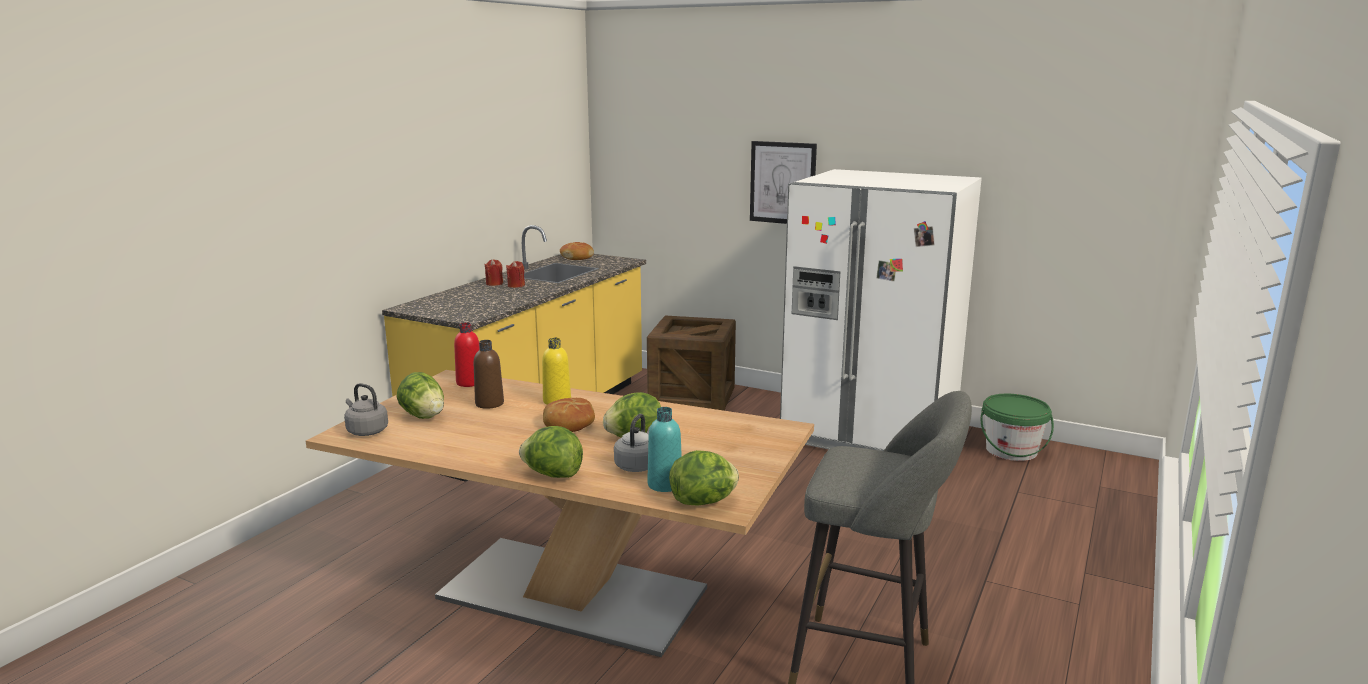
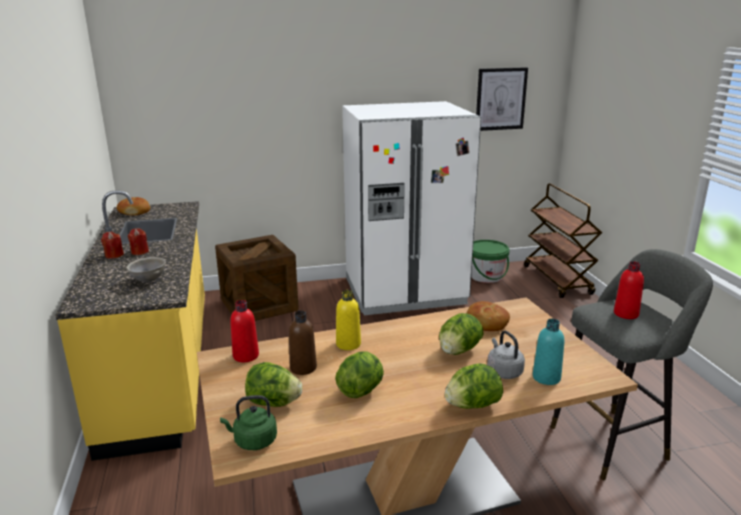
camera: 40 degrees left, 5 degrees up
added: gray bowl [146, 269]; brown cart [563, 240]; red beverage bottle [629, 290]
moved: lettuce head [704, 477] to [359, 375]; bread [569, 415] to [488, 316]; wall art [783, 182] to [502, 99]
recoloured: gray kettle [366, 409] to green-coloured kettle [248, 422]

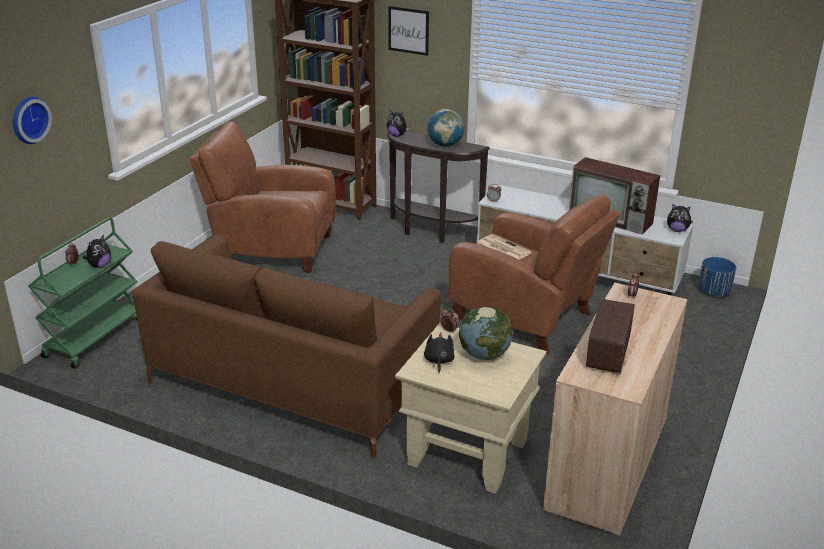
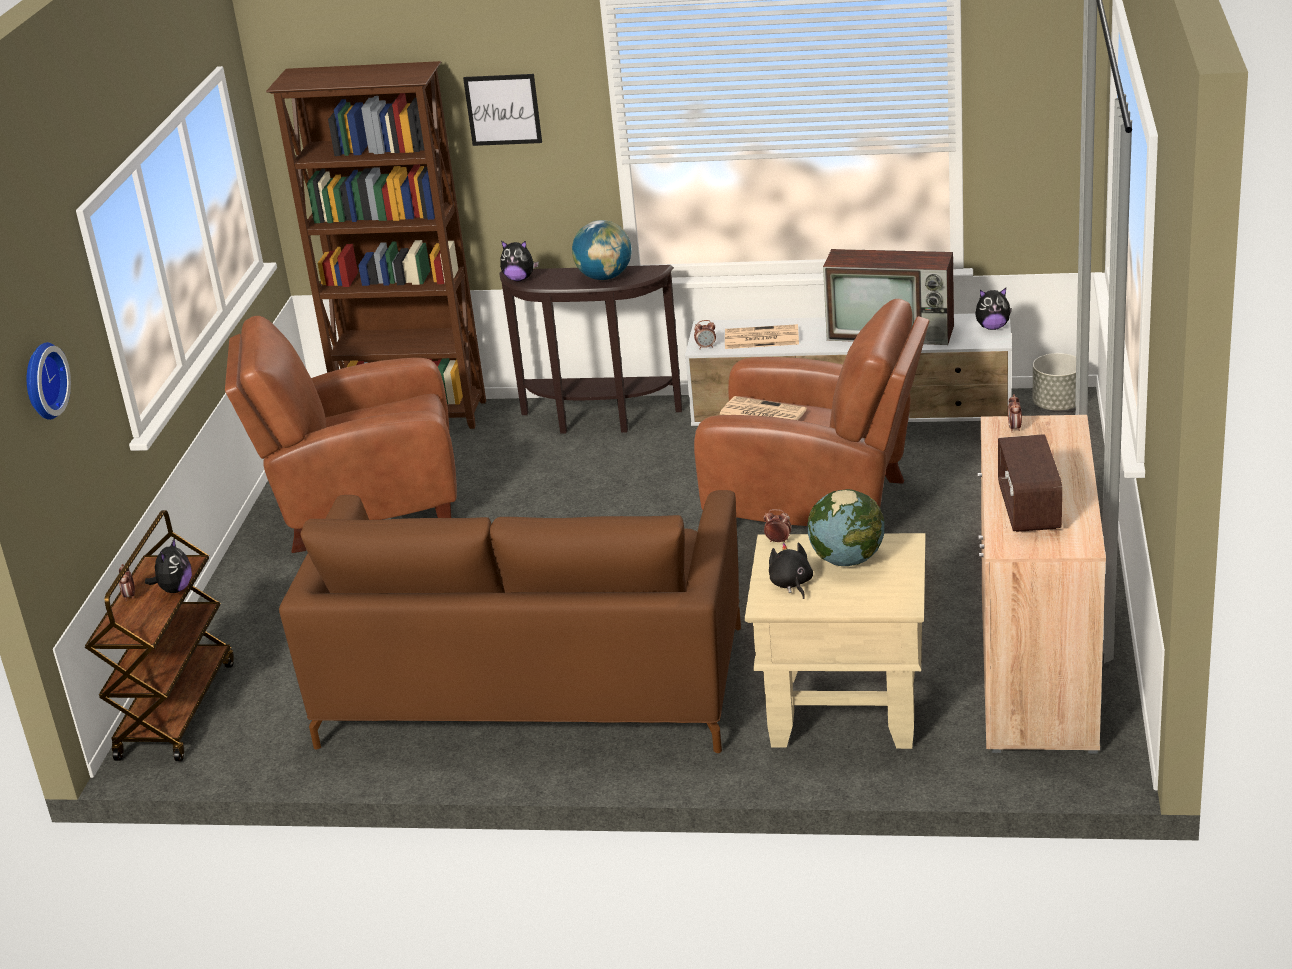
camera: 15 degrees left, 0 degrees up
added: newspaper [762, 336]
recoloured: green-coloured cart [83, 293] to brown cart [159, 635]; blue-coloured plant pot [717, 276] to gray plant pot [1054, 382]

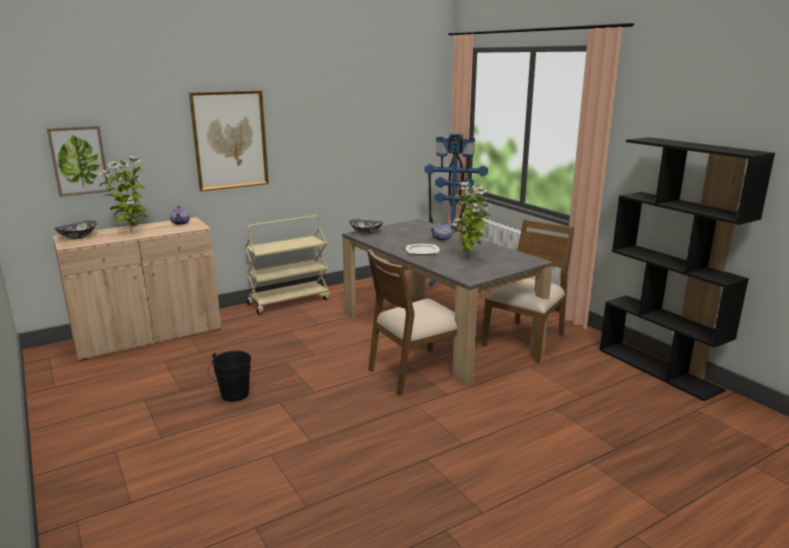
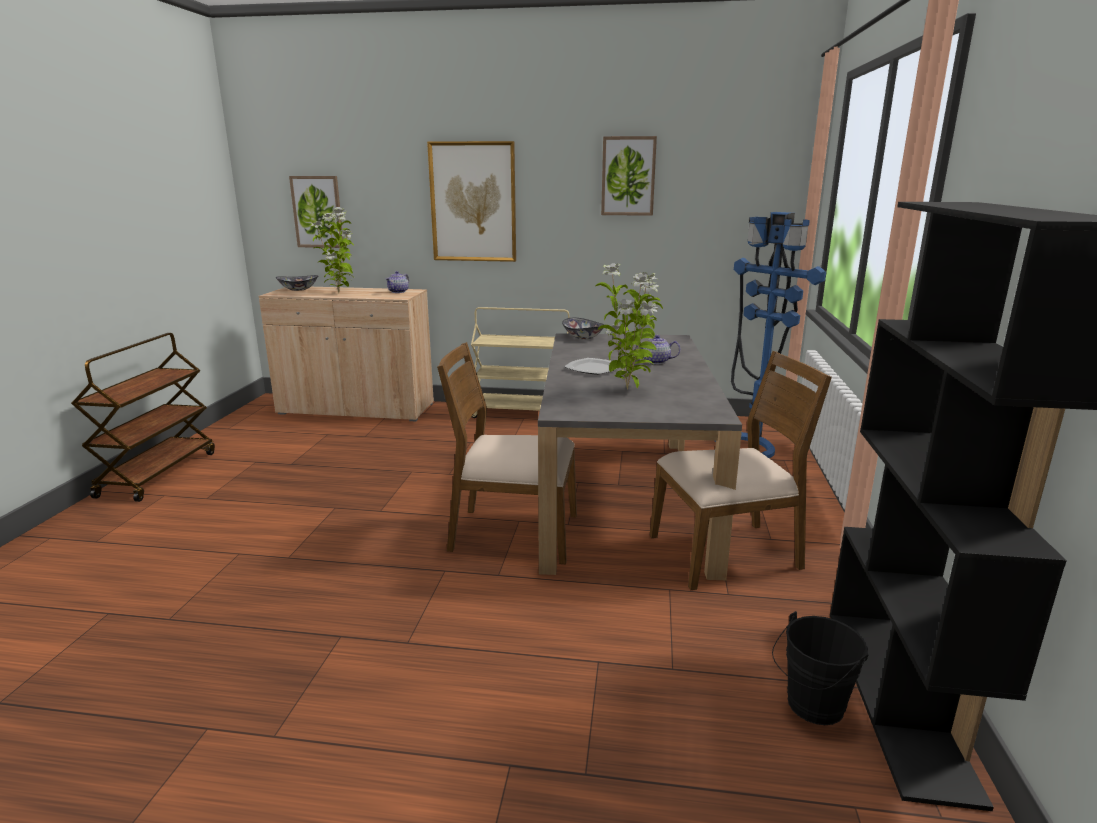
camera: 40 degrees right, 0 degrees up
added: brown cart [143, 417]; wall art [629, 176]
moved: black bucket [229, 376] to [820, 668]

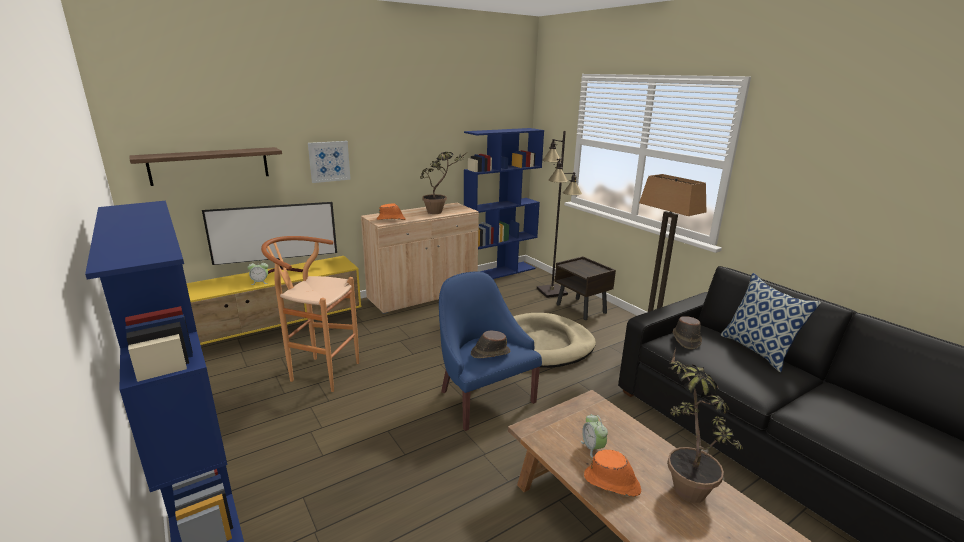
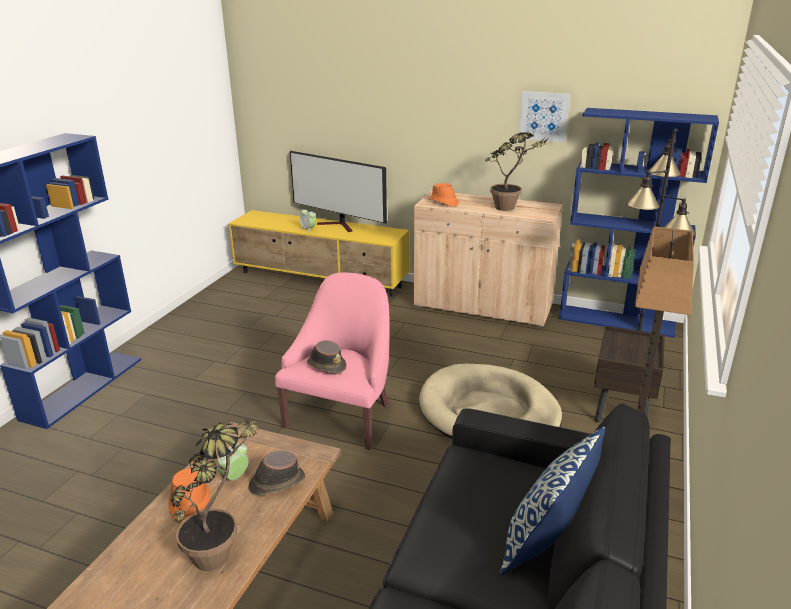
camera: 55 degrees right, 5 degrees up
removed: wall shelf [206, 166]; brown stool seat [310, 314]
moved: brown hat [687, 332] to [277, 473]; wall art [329, 162] to [544, 116]
recoloured: blue-coloured armchair [490, 351] to pink armchair [332, 361]

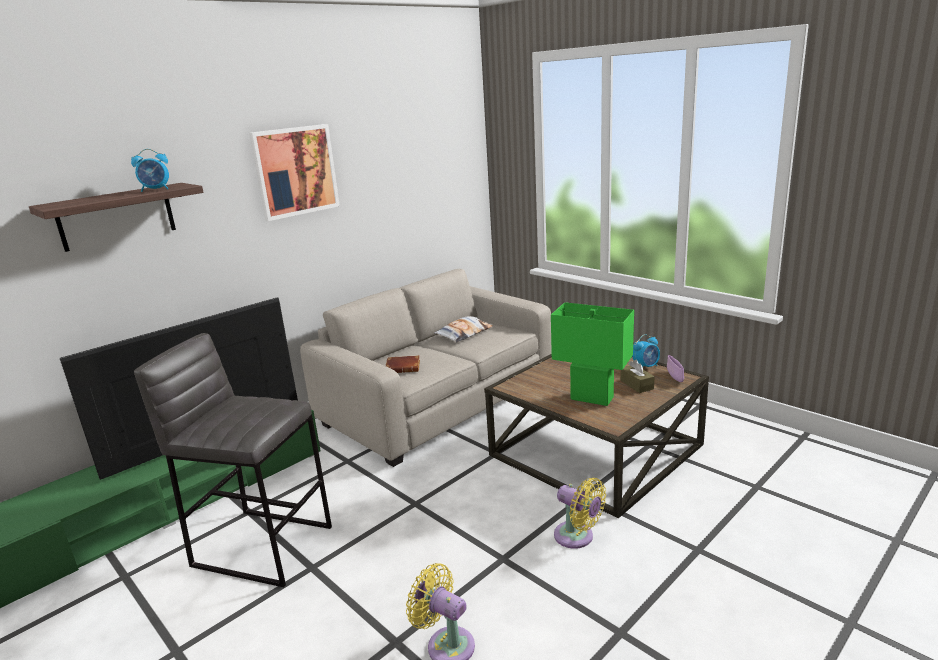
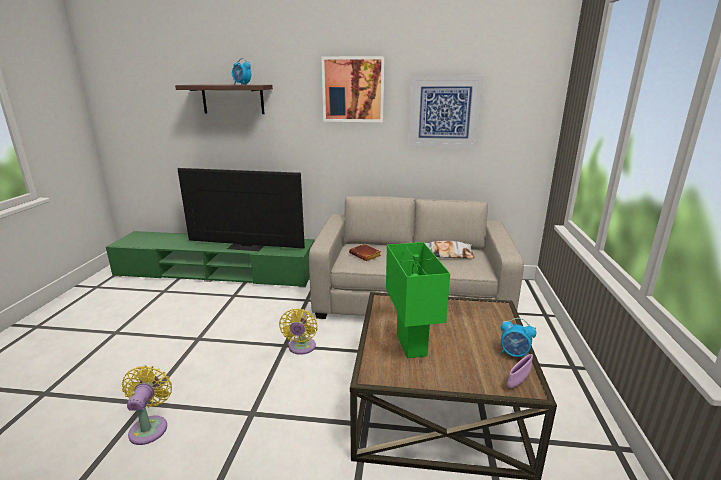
camera: 50 degrees right, 0 degrees up
removed: gray stool seat [233, 460]; brown tissue box [637, 376]
added: wall art [446, 112]
moved: yellow-coloured electric fan [580, 513] to [298, 331]

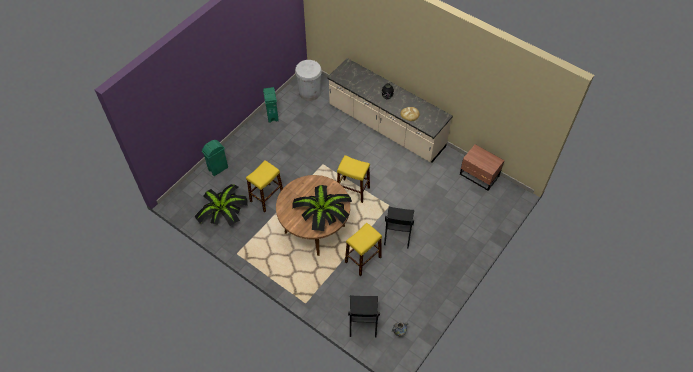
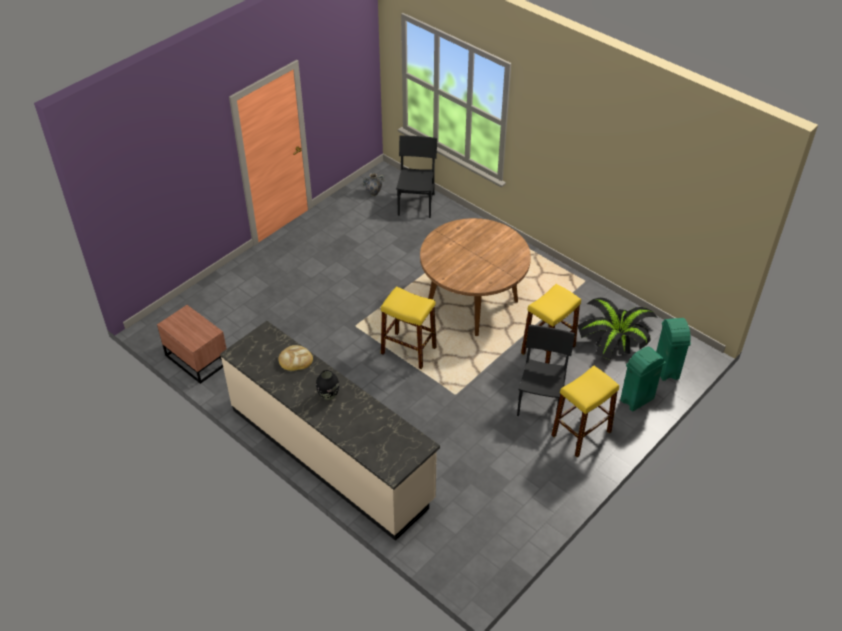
camera: 175 degrees left, 10 degrees down
removed: plant in a pot [322, 208]; white-coloured waste bin [308, 80]
moved: black plain chair [399, 228] to [546, 370]; yellow-coloured stool seat [363, 249] to [585, 412]; green-coloured waste bin [271, 105] to [673, 349]

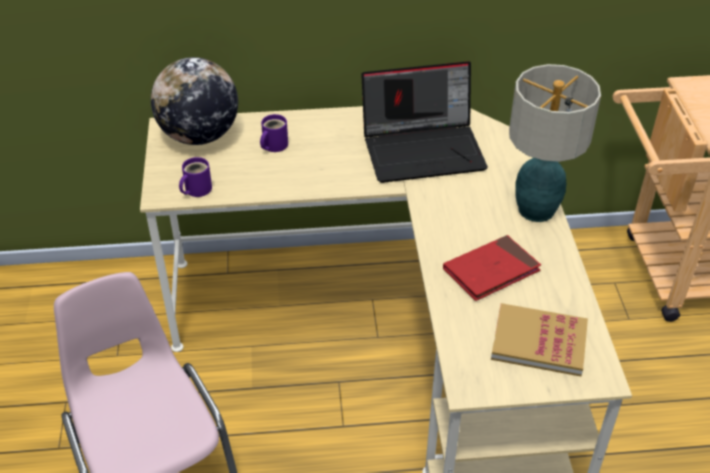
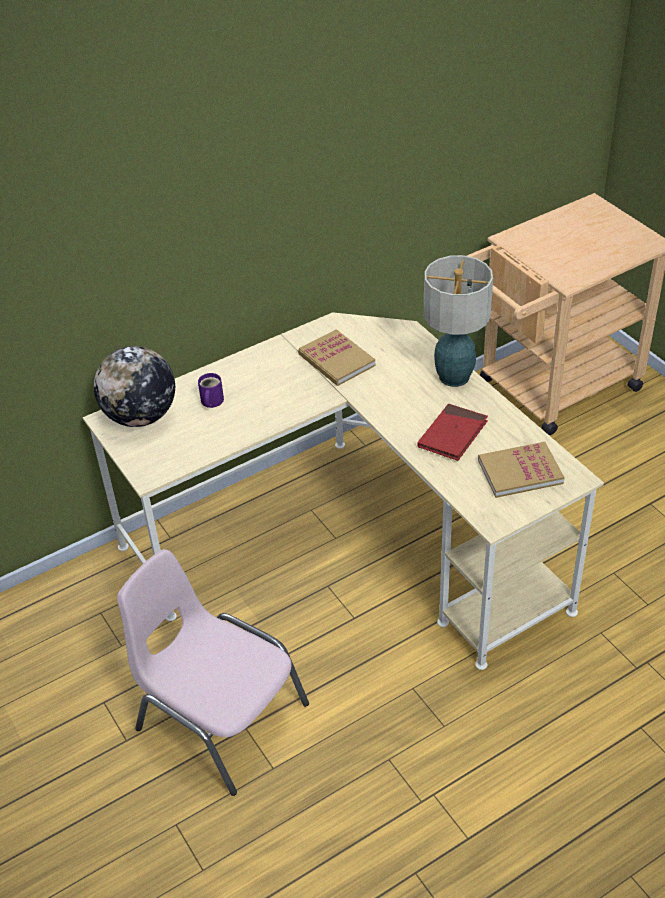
camera: 25 degrees left, 0 degrees up
removed: purple mug [195, 177]
replaced: portable computer [424, 122] to book [336, 357]

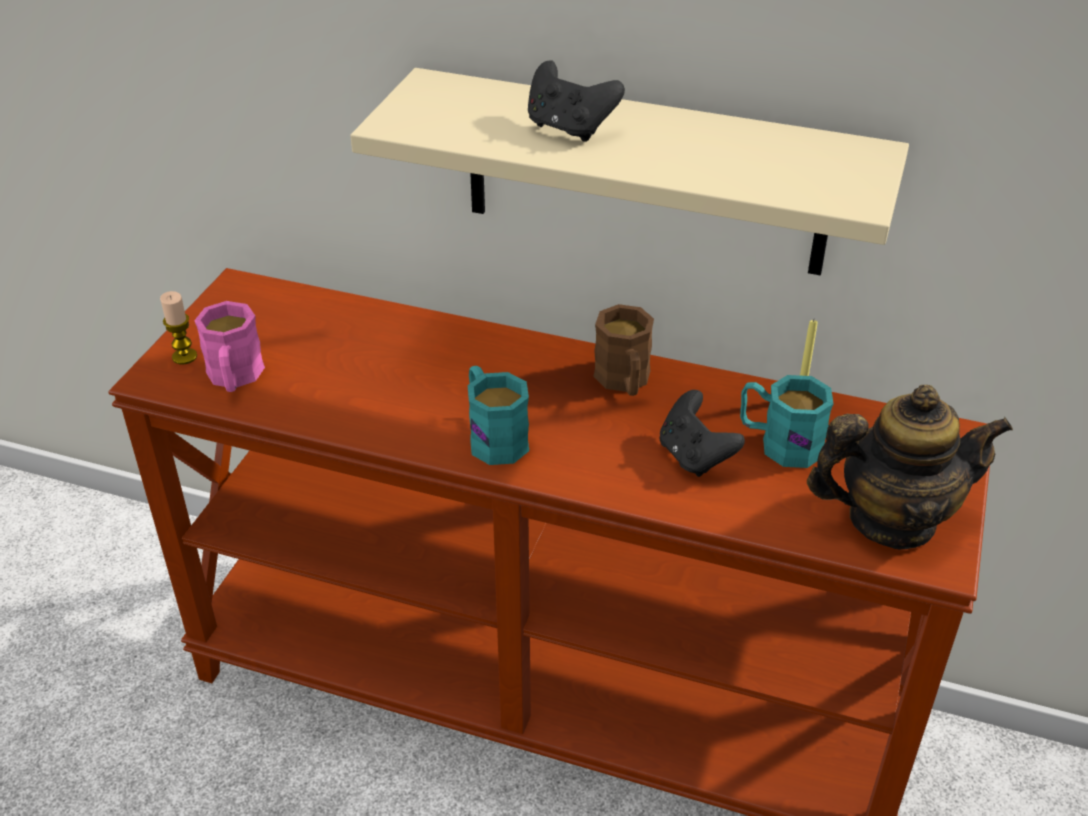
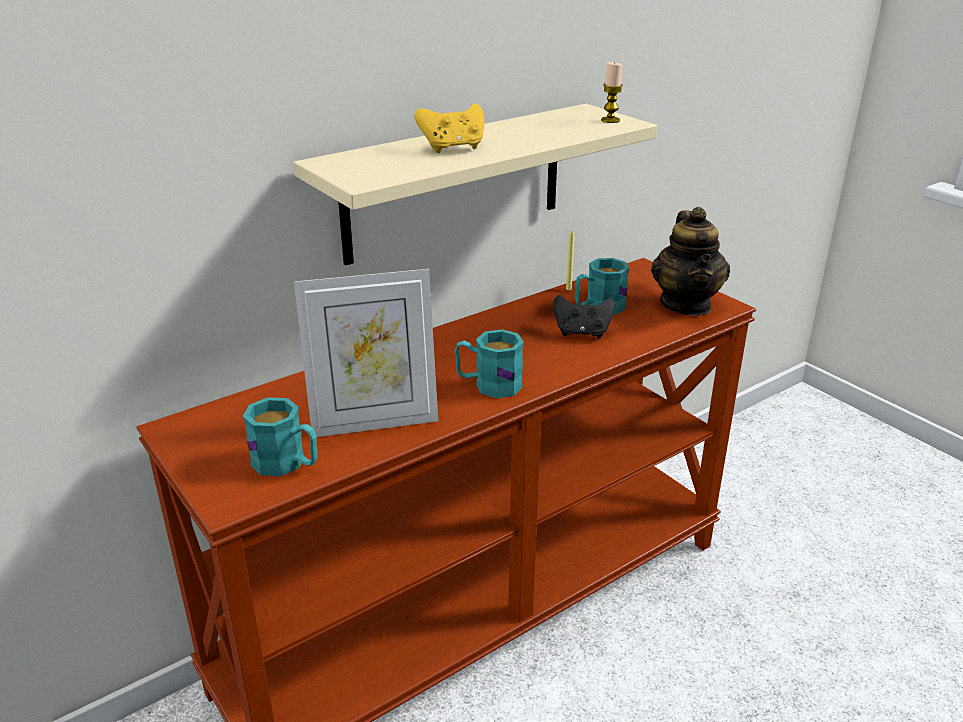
camera: 55 degrees left, 10 degrees down
removed: brown mug [623, 350]
added: photo frame [366, 353]
moved: wax candle [178, 327] to [612, 92]
recoloured: pink mug [229, 346] to turquoise mug [280, 436]; black game controller [576, 101] to yellow-coloured game controller [449, 128]
turned: teapot [910, 467] = [690, 261] 150 degrees clockwise

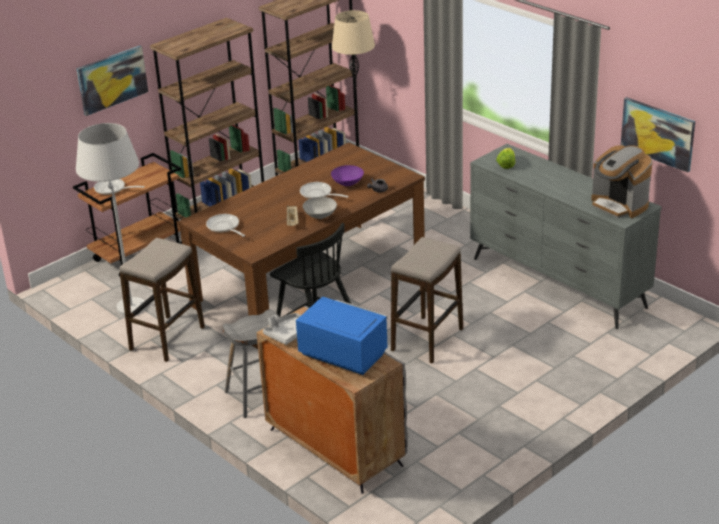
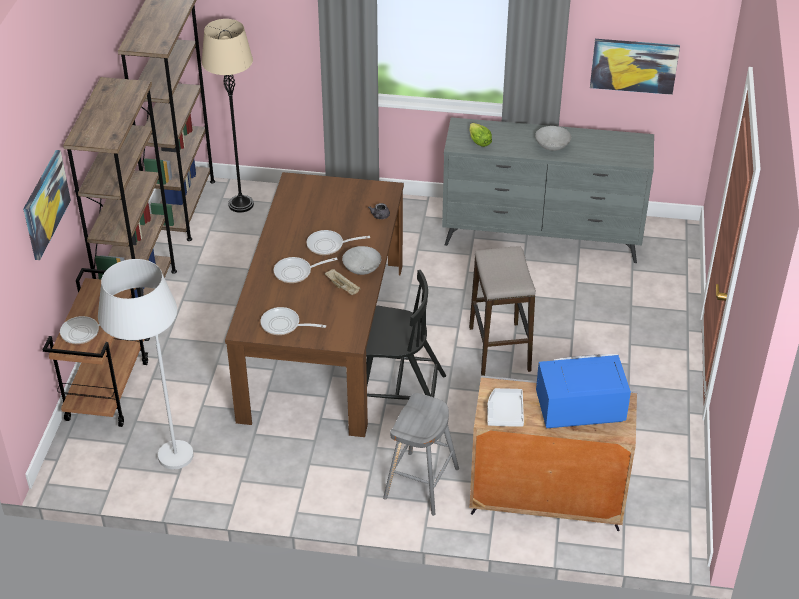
camera: 40 degrees left, 10 degrees up
removed: stool seat [162, 300]; purple bowl [347, 175]; coffee maker [622, 181]
added: skillet [306, 270]; gray bowl [553, 138]

